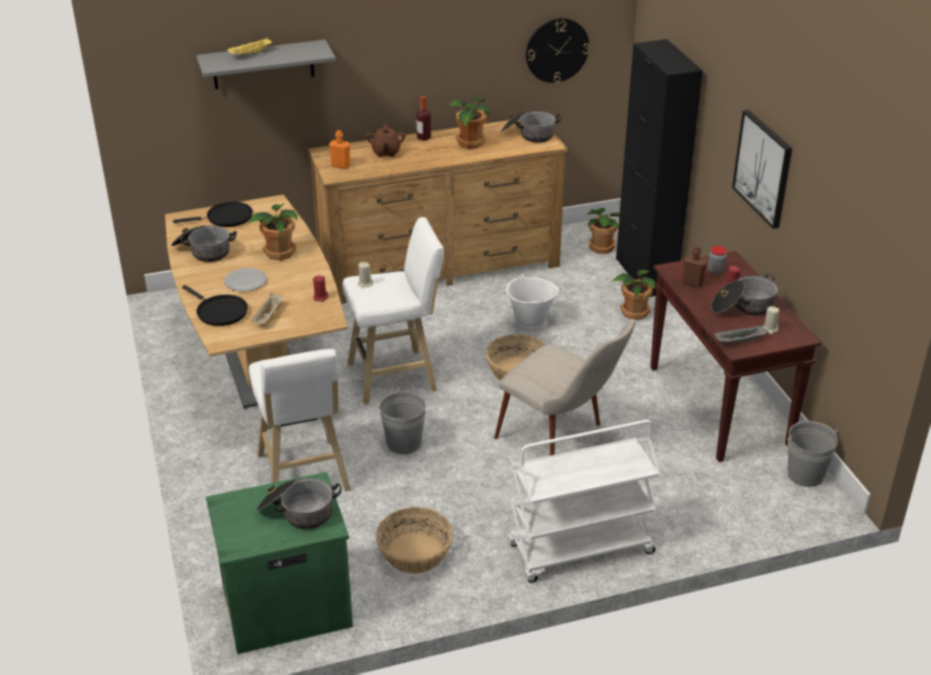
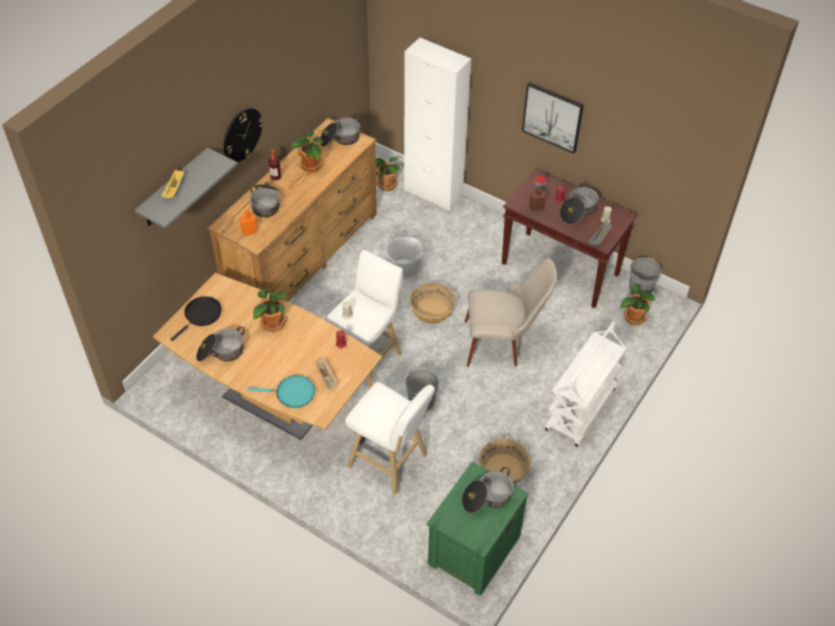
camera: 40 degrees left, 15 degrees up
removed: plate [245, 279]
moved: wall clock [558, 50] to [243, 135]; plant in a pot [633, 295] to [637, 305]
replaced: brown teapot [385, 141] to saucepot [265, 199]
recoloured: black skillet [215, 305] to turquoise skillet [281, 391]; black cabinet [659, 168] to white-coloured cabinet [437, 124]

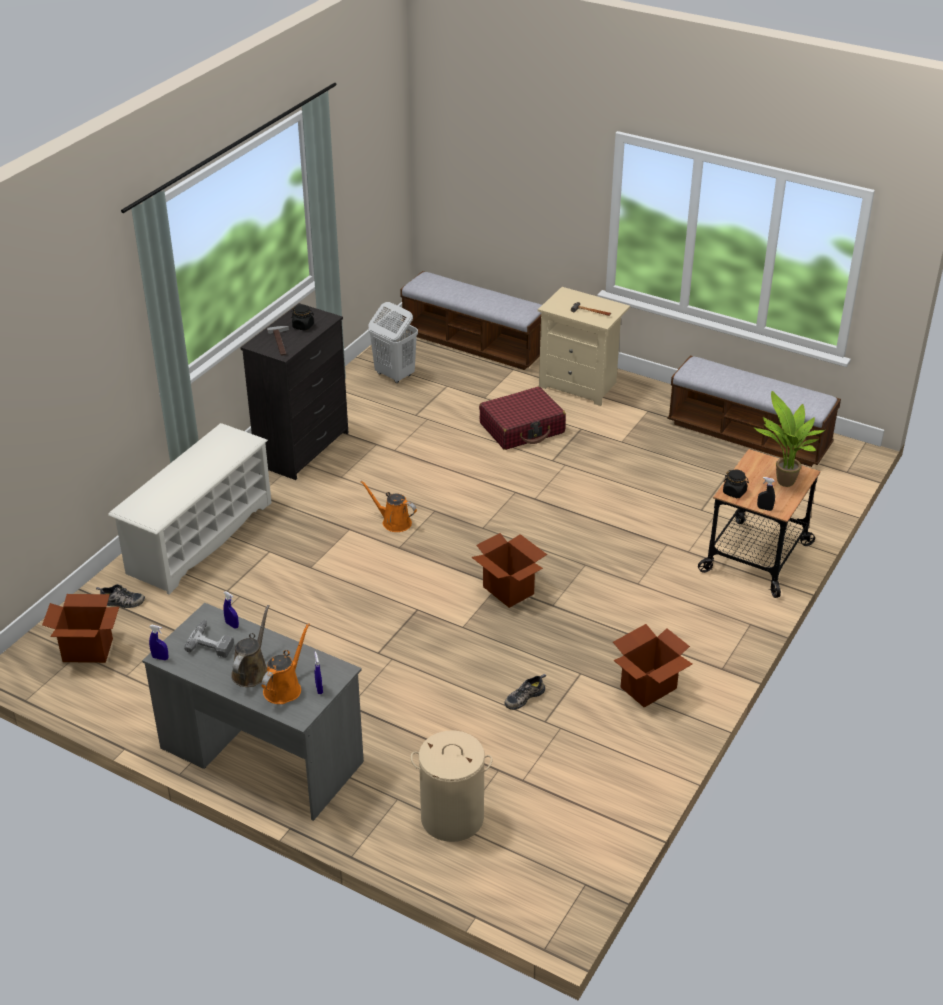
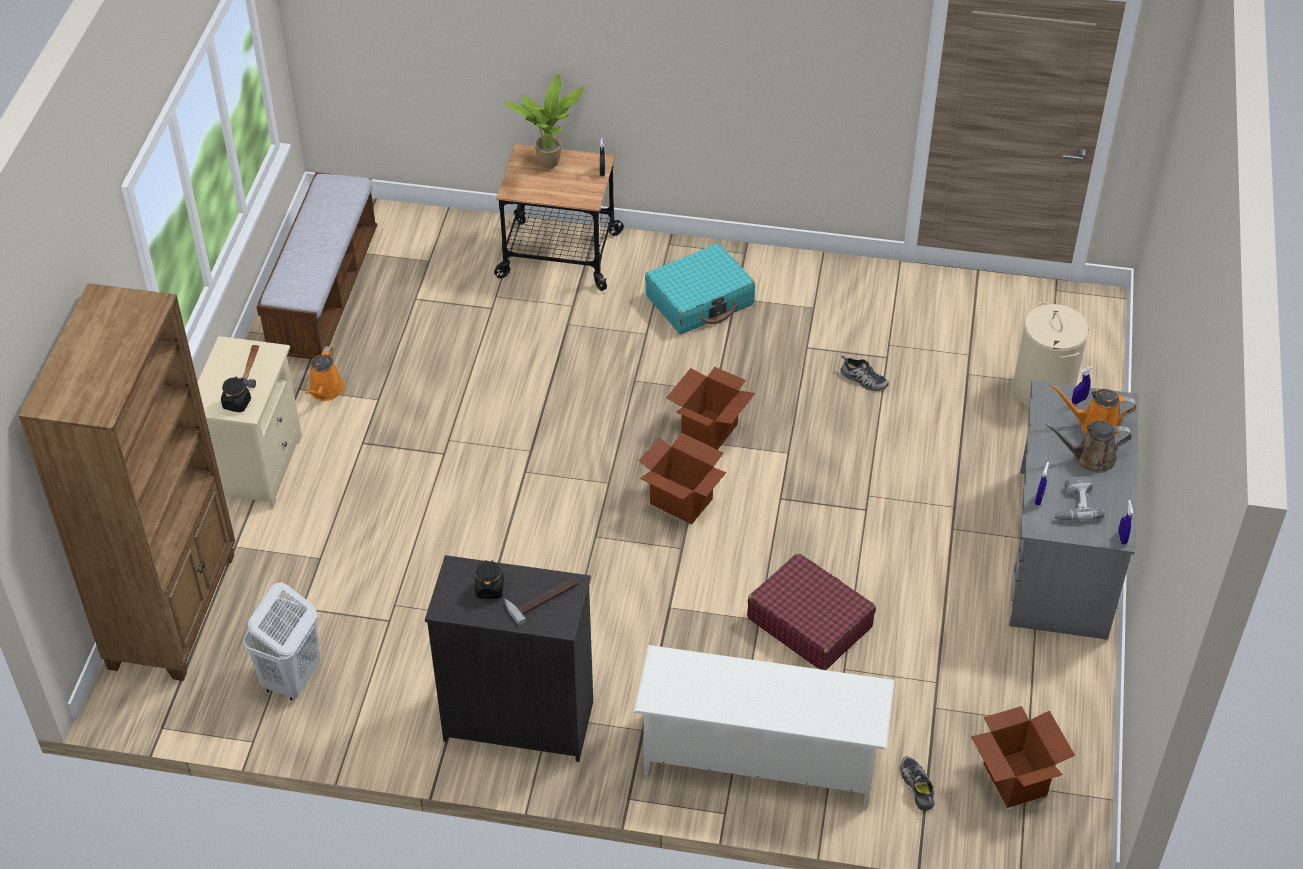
camera: 110 degrees left, 10 degrees up
added: turquoise suitcase [700, 288]
moved: black jar [736, 484] to [236, 394]; orangey watering can [388, 506] to [325, 373]; cardboard box [652, 666] to [682, 479]; red suitcase [522, 418] to [811, 611]
replaced: long seat [471, 320] to brown bookcase [126, 482]

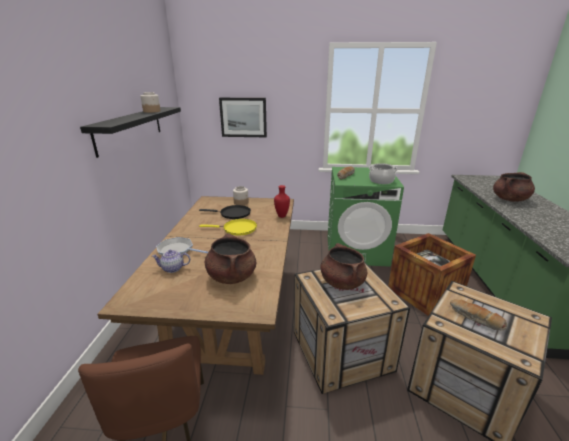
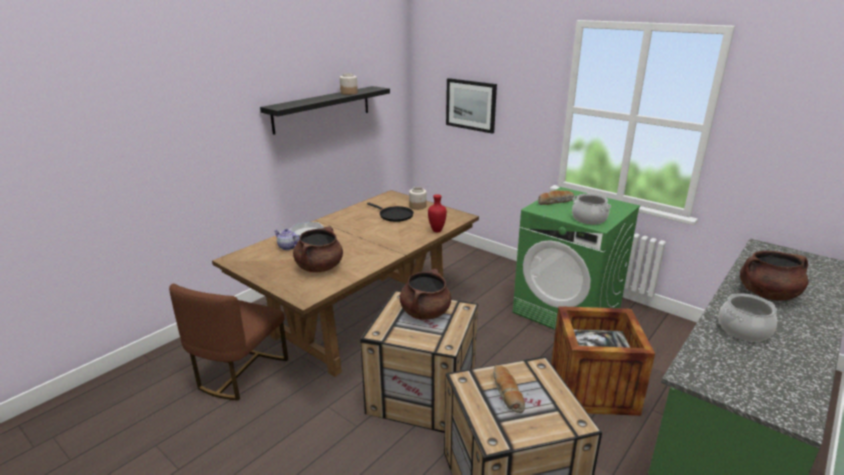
camera: 35 degrees right, 0 degrees up
removed: yellow-coloured skillet [228, 227]
added: saucepot [748, 317]

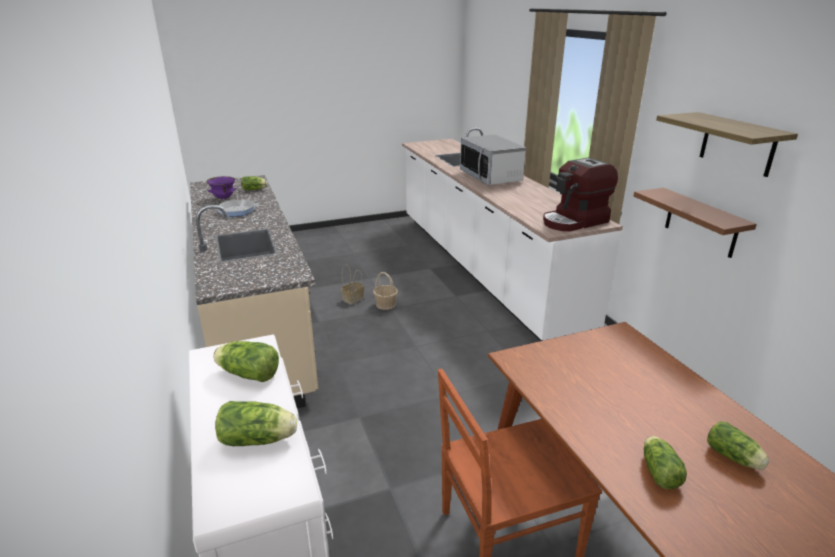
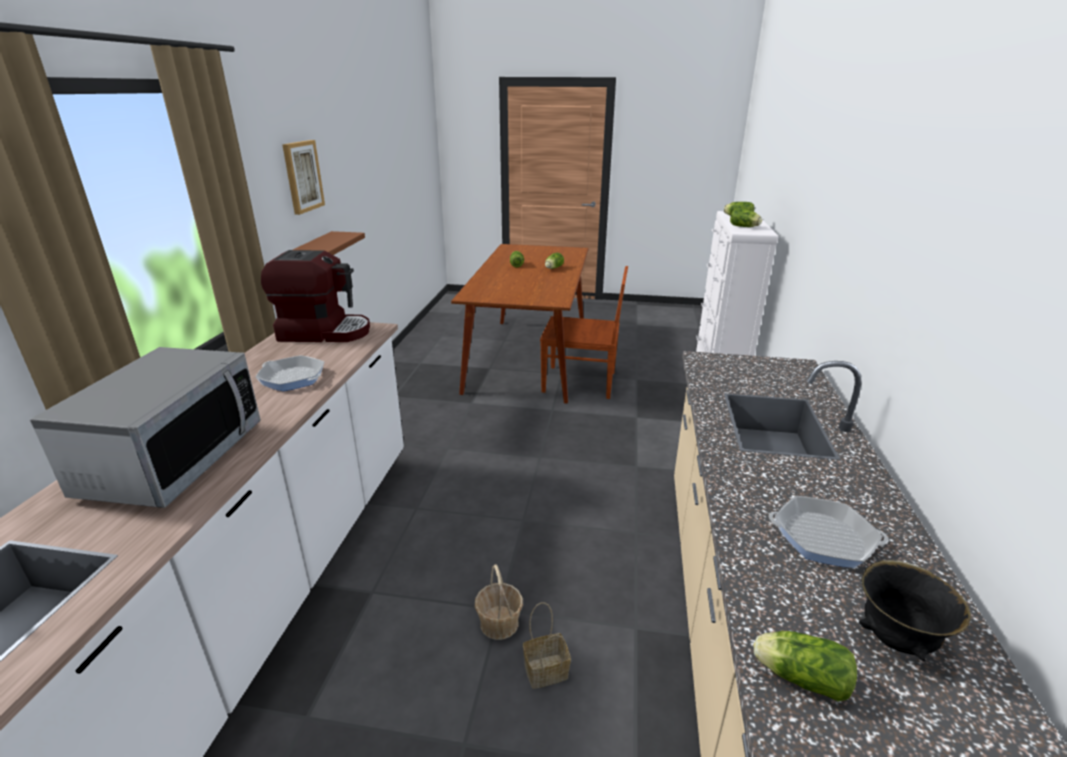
camera: 150 degrees left, 0 degrees up
added: skillet [290, 373]
replaced: wall shelf [727, 144] to wall art [303, 177]
recoloured: purple bowl [221, 187] to black bowl [915, 610]

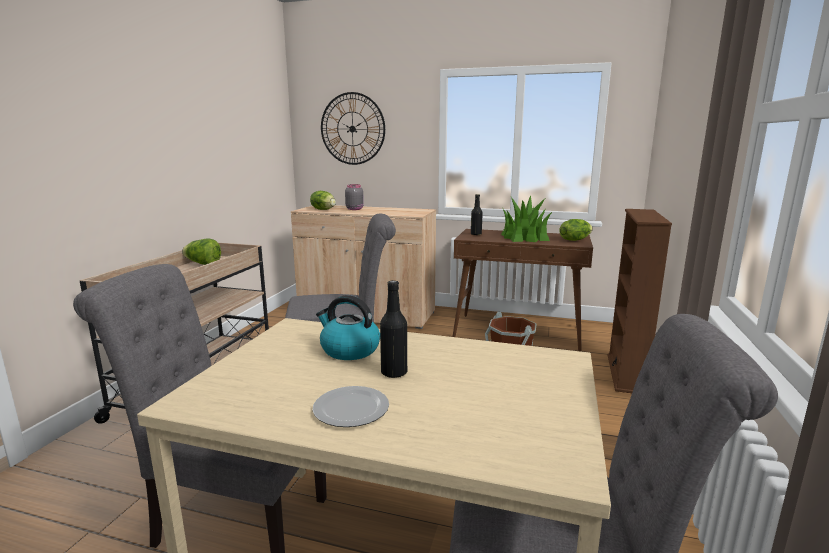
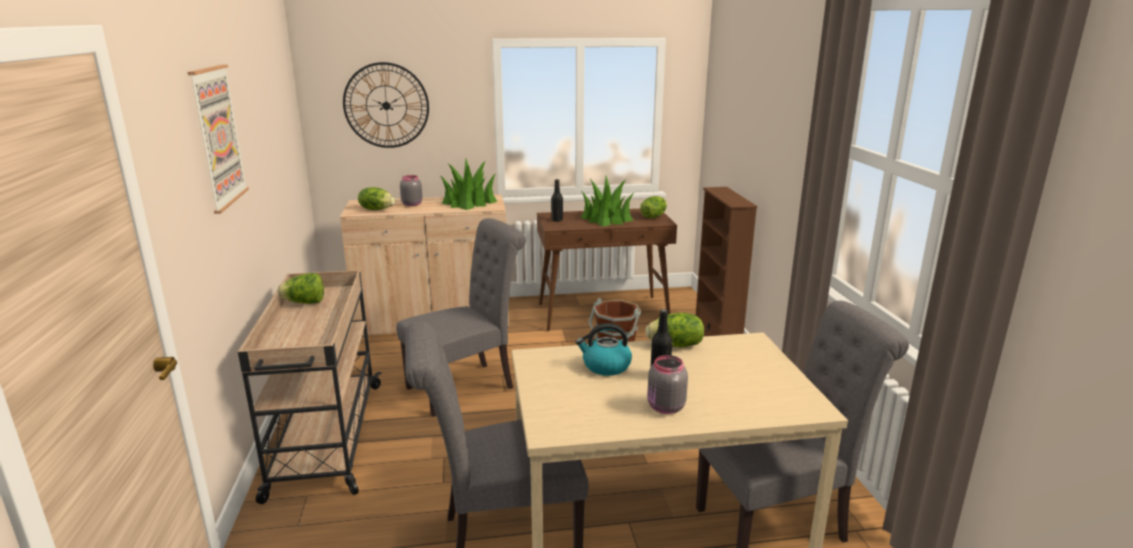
camera: 25 degrees left, 5 degrees up
added: wall art [218, 139]; plant in a pot [469, 184]; lettuce head [674, 330]
replaced: plate [351, 406] to gray jar [667, 384]

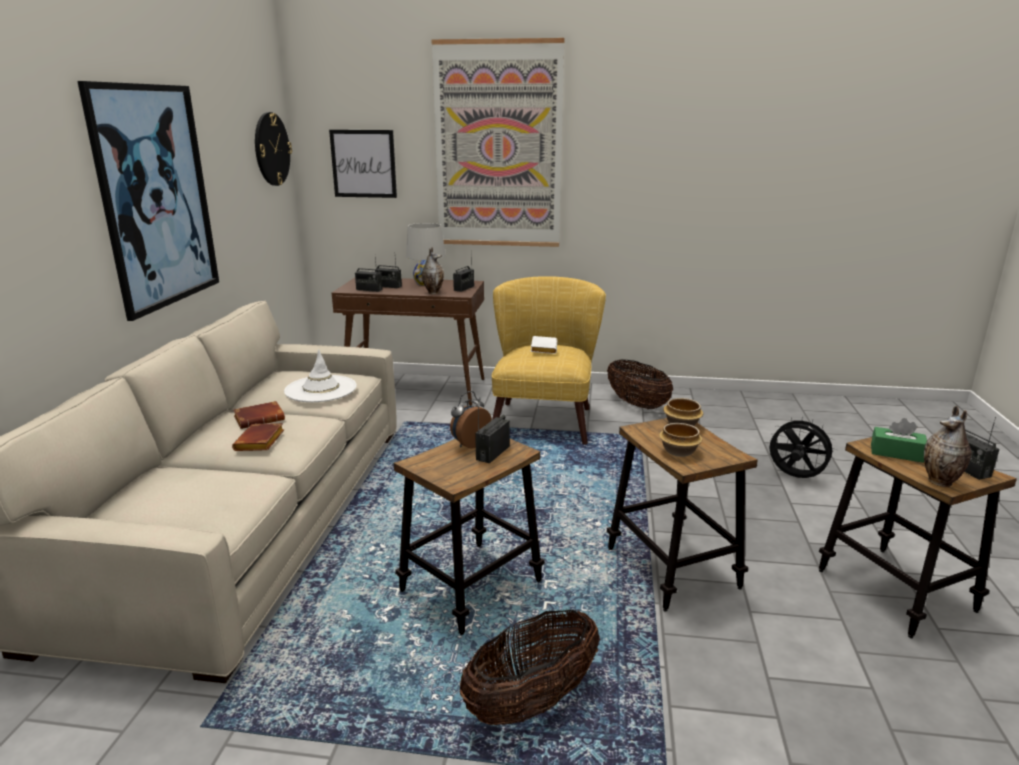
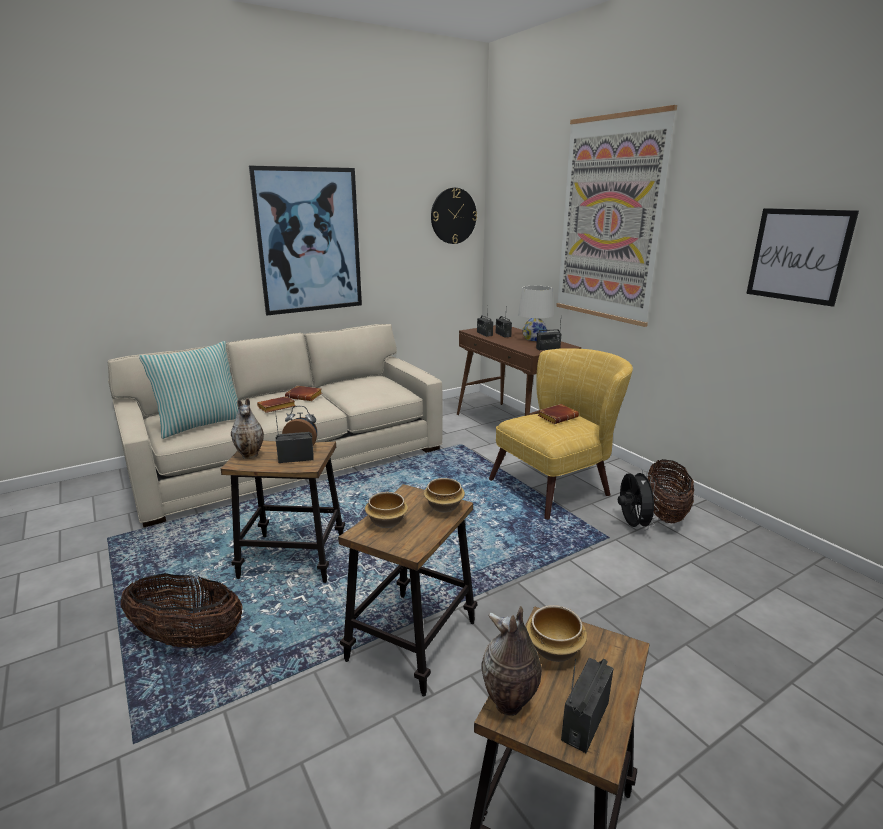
camera: 50 degrees right, 0 degrees up
removed: white-coloured hat [320, 375]
added: cushion [188, 390]
moved: vase [433, 271] to [247, 428]; black electric fan [803, 447] to [638, 499]; wall art [363, 164] to [802, 257]
replaced: green-coloured tissue box [899, 440] to bowl [556, 633]
recoloured: white-coloured book [544, 345] to brown book [558, 414]

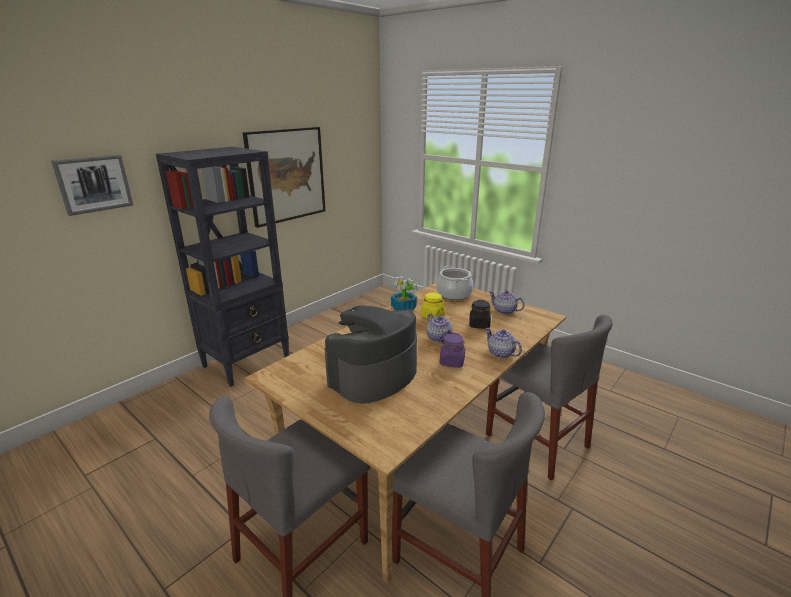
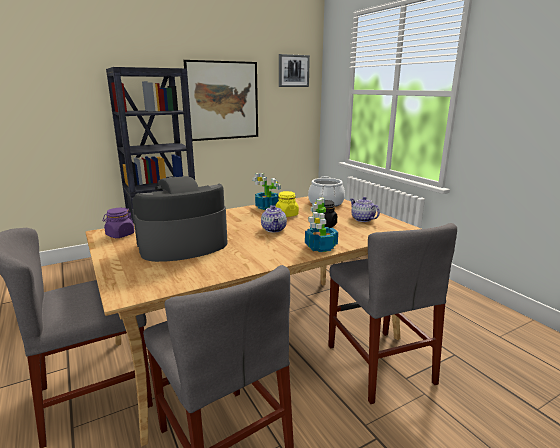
camera: 20 degrees right, 5 degrees down
moved: purple jar [452, 350] to [119, 223]; wall art [92, 185] to [294, 70]
replaced: teapot [503, 343] to plant in a pot [321, 225]

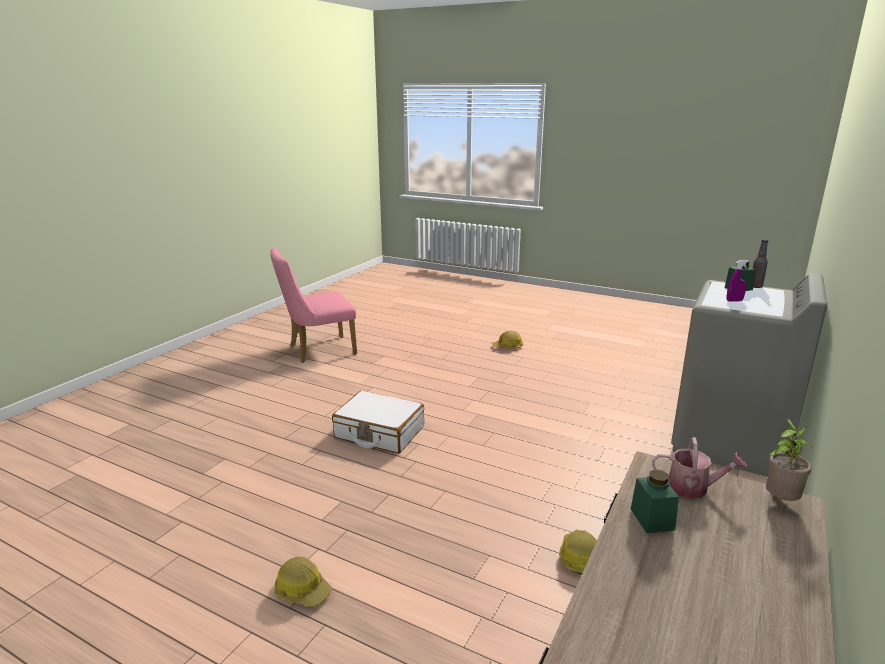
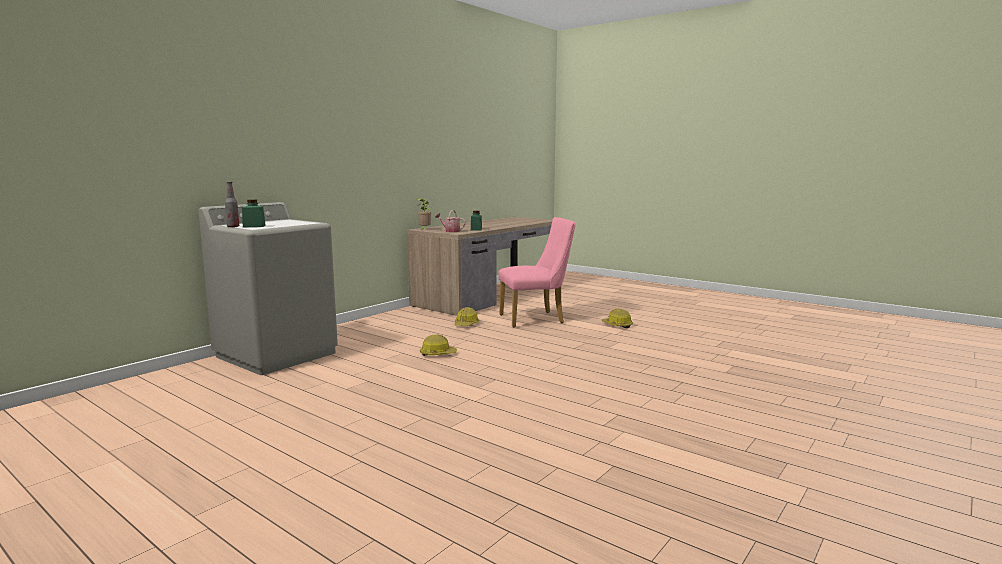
camera: 170 degrees left, 10 degrees down
removed: white-coloured suitcase [378, 422]; purple sprayer [738, 281]
moved: work helmet [507, 340] to [438, 345]; pink plain chair [313, 305] to [536, 272]

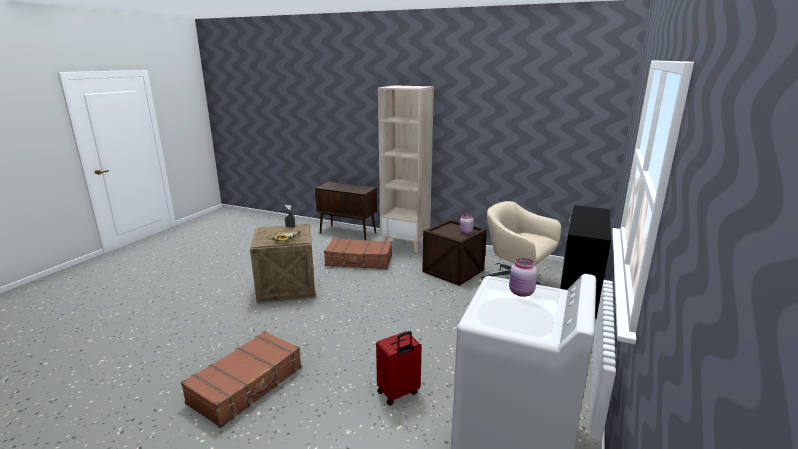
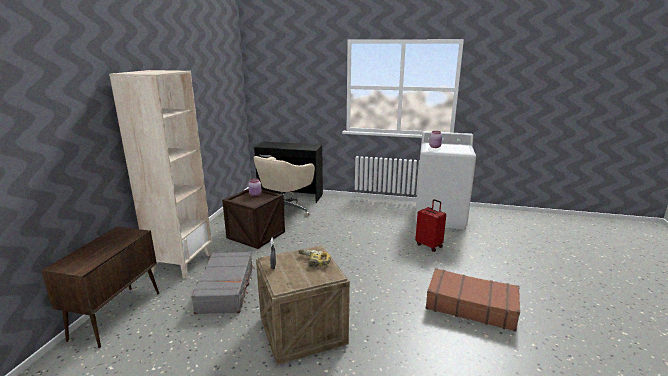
camera: 100 degrees left, 0 degrees up
recoloured: brown suitcase [358, 253] to gray suitcase [223, 283]

